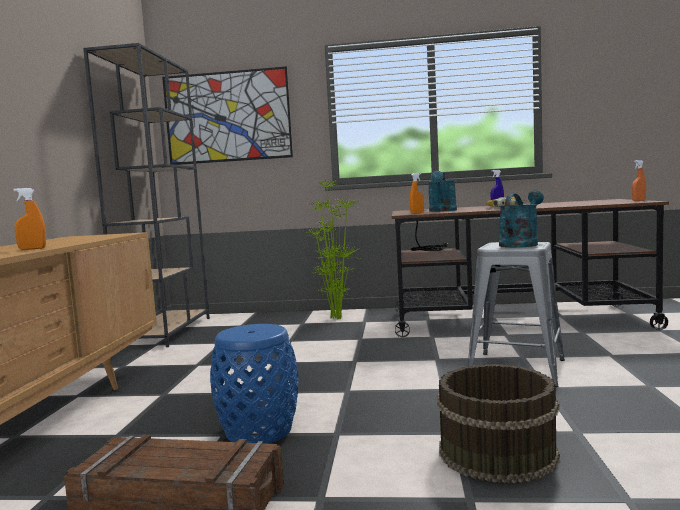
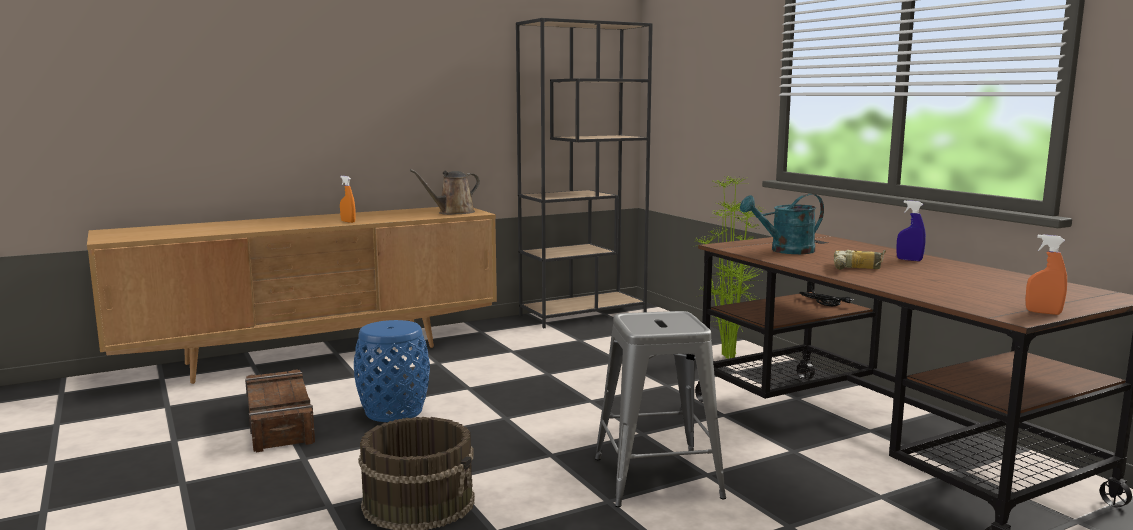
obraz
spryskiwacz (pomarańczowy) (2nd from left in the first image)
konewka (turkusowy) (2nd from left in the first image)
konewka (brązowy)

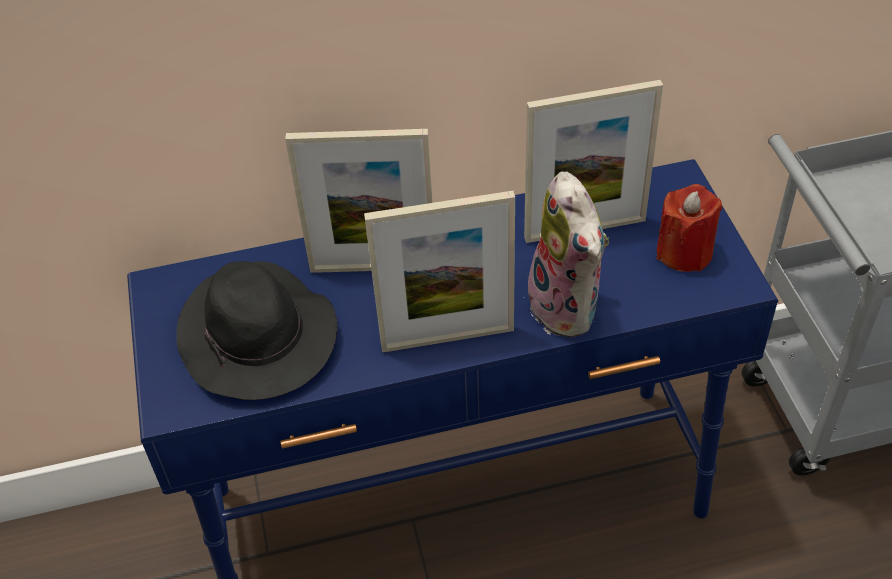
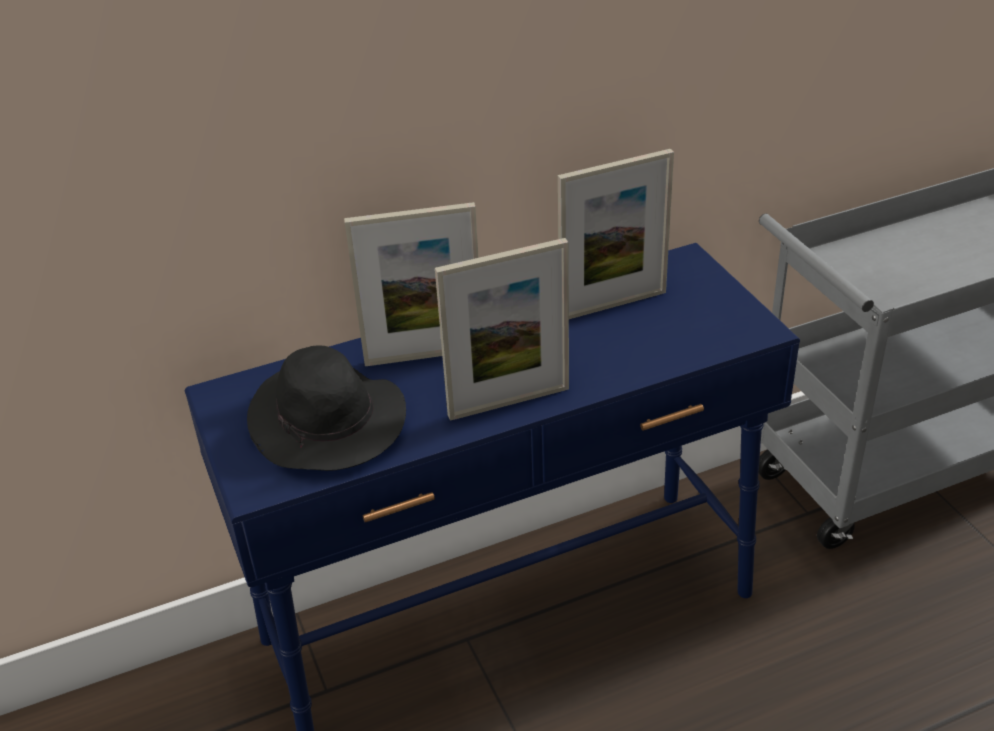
pluszak
świeca (czerwony)

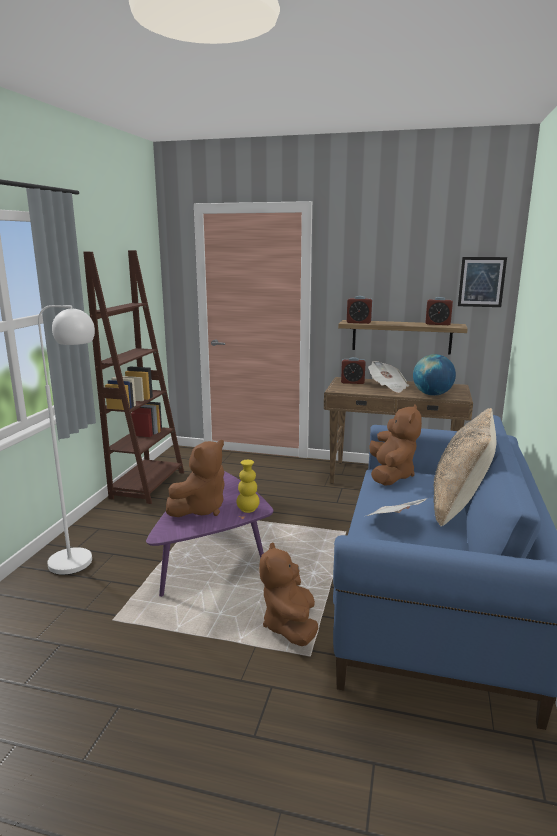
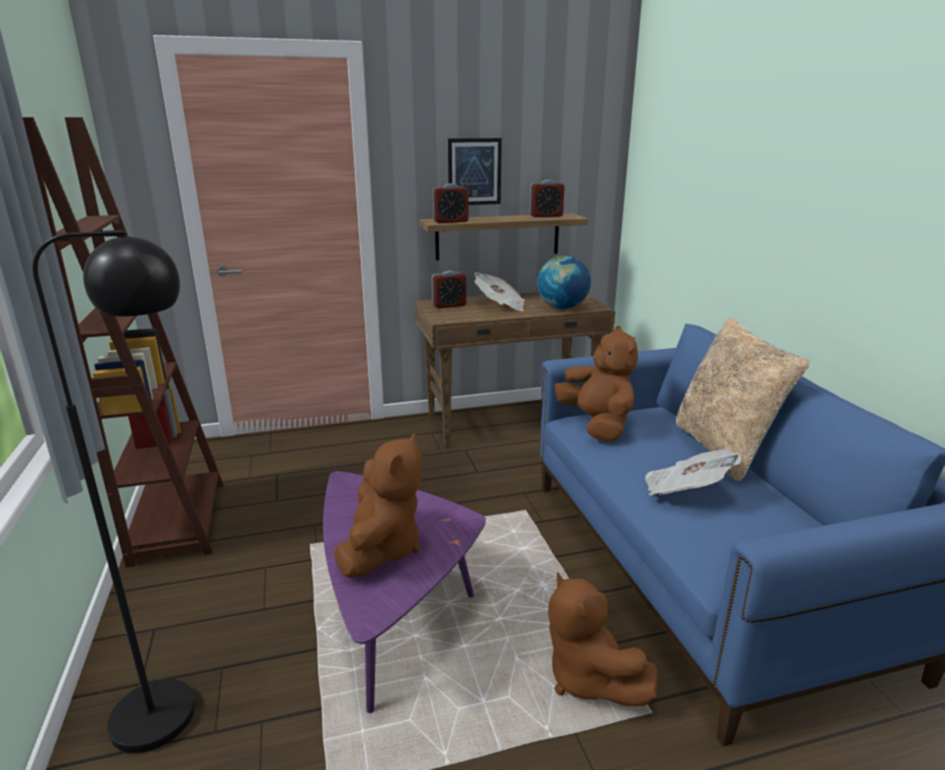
lampa stojąca (czarny)
wazon (żółty)
obraz

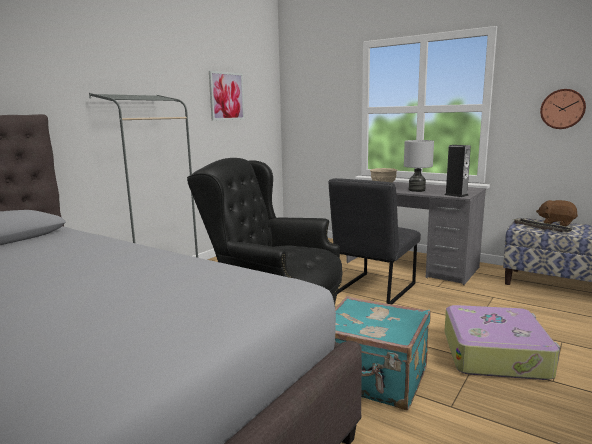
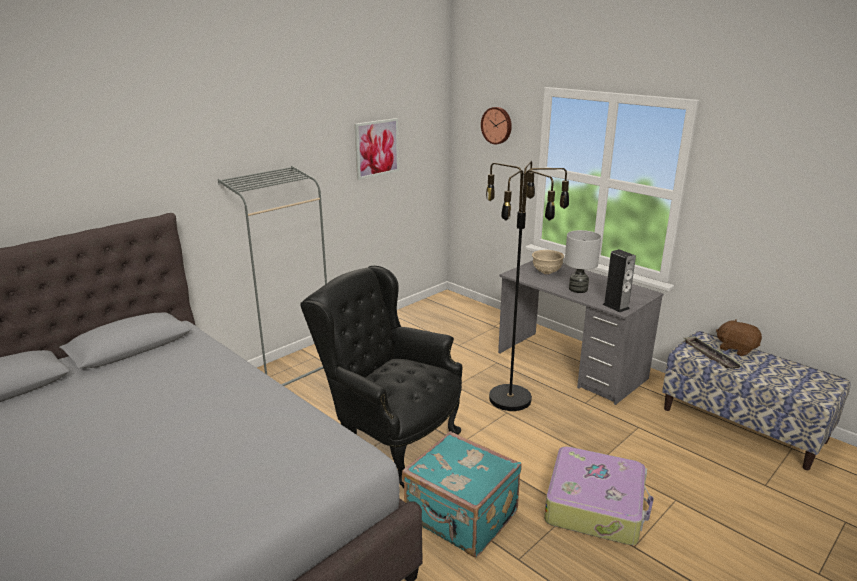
lampa stojąca
zegar ścienny

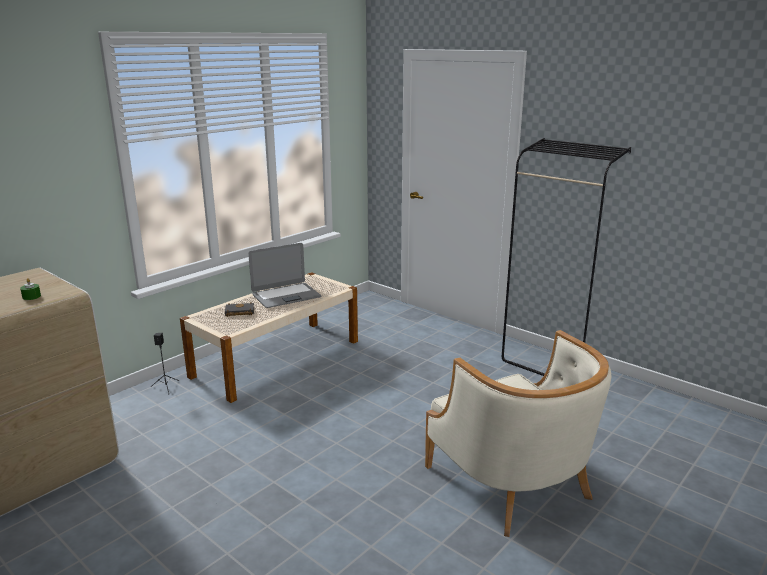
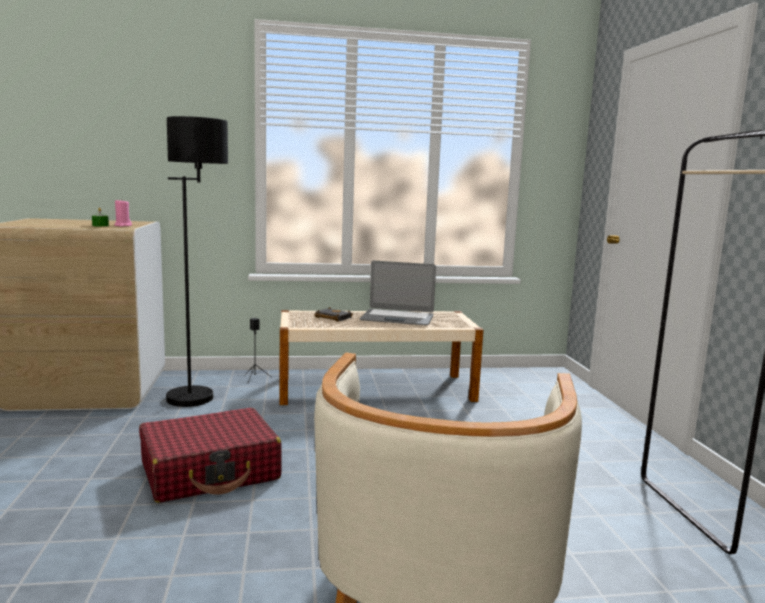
świeca (różowy)
walizka (czerwony)
lampa stojąca (czarny)

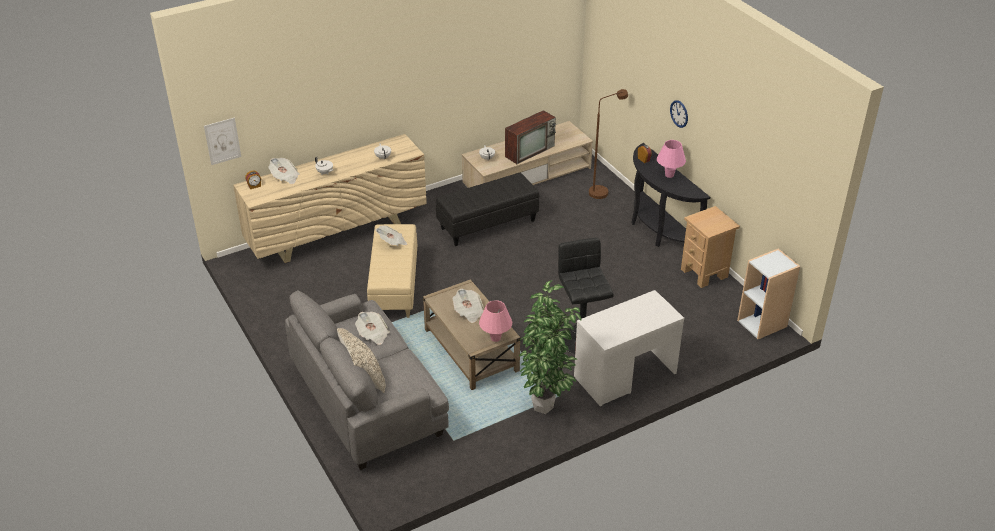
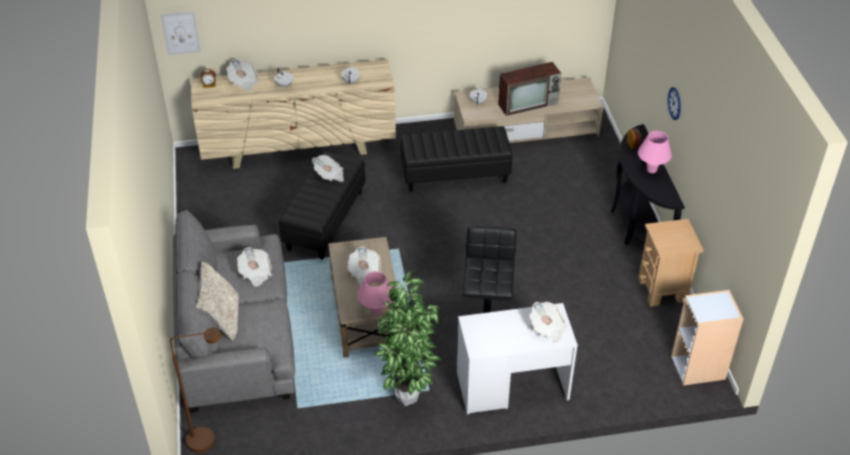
pufa (czarny) (1st from left)
lampa stojąca (brązowy)
gazeta (5th from left)

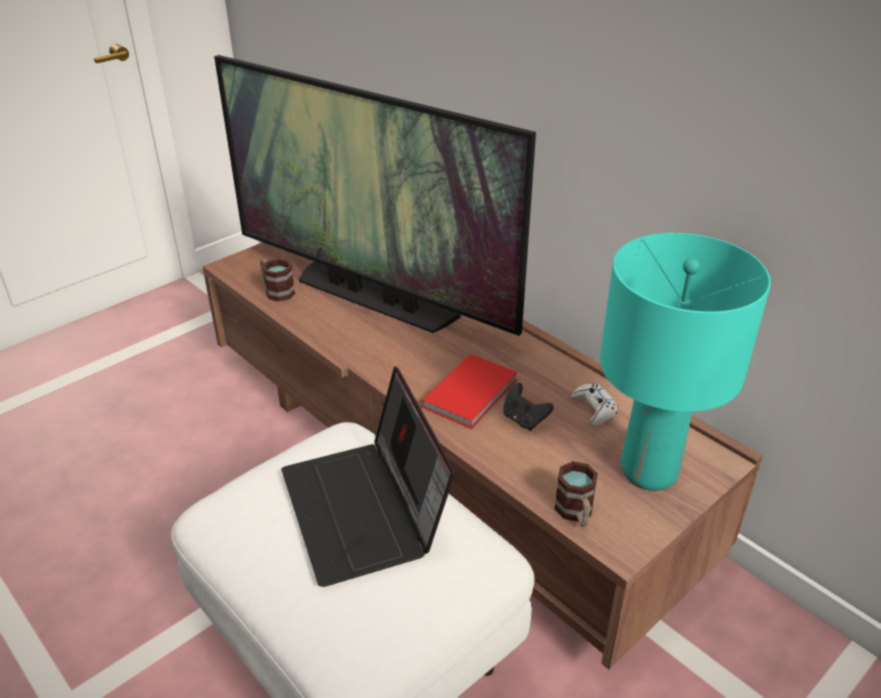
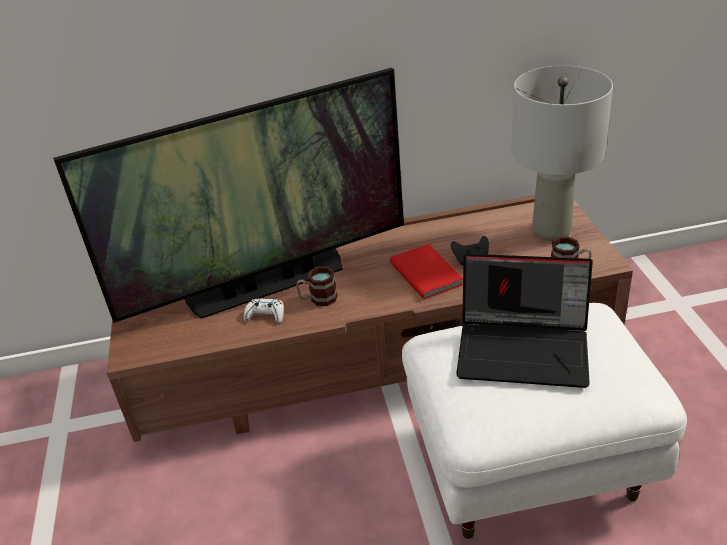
kubek (1st from left)
pad do gier (biały)
lampa stołowa (szary)

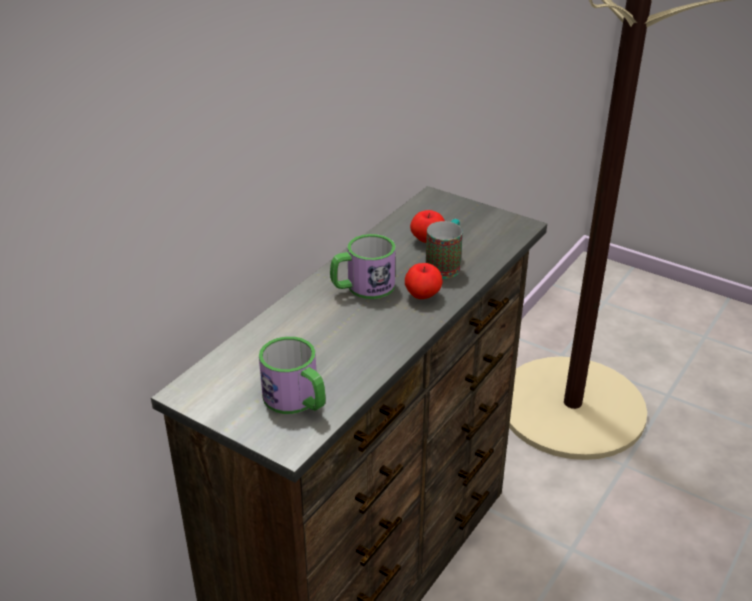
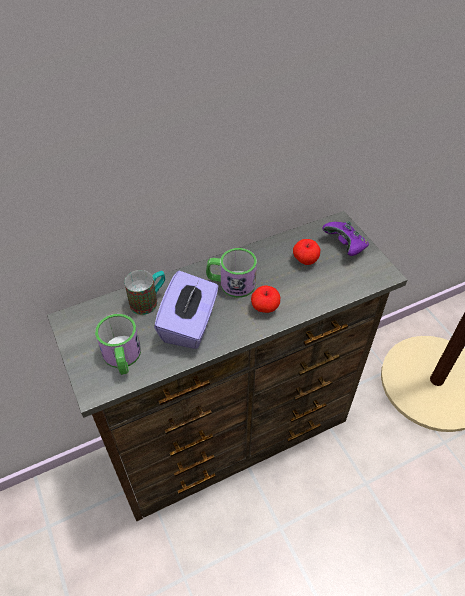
kubek (2nd from left)
pudełko chusteczek (fioletowy)
pad do gier (fioletowy)

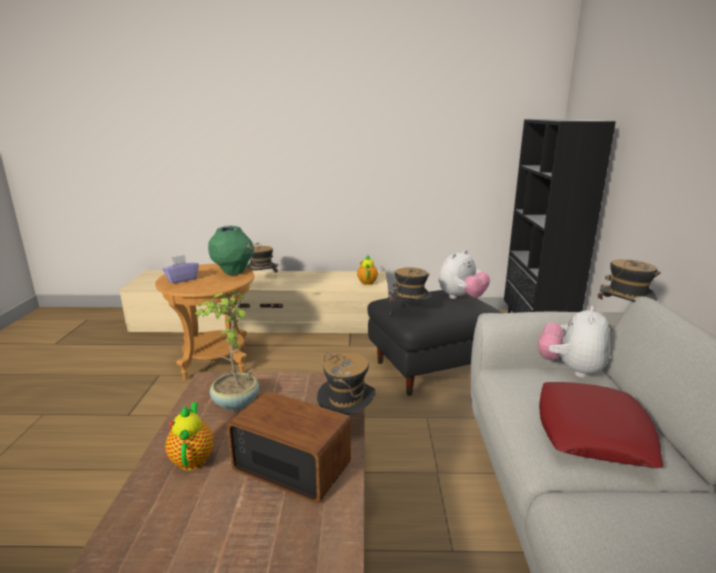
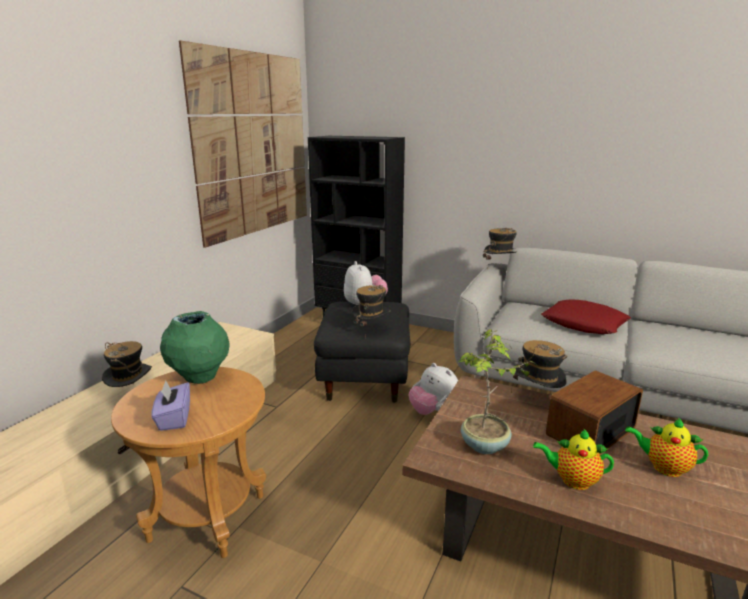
imbryk (2nd from left)
pluszak (2nd from left)
obraz

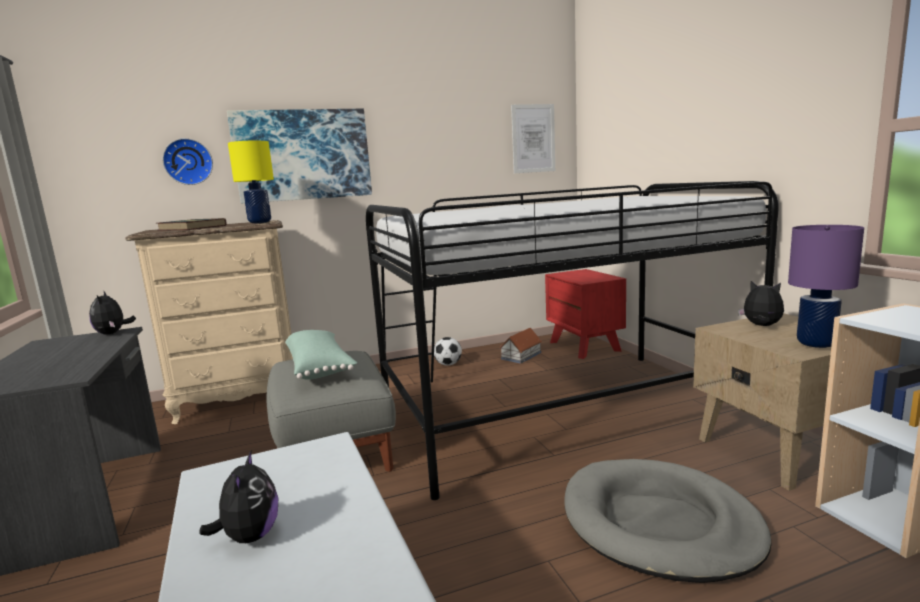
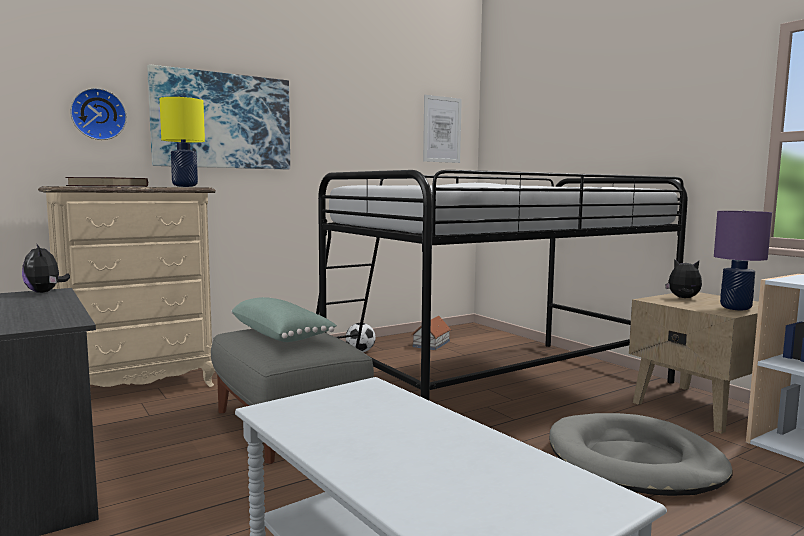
pluszak (2nd from left in the first image)
szafka nocna (czerwony)

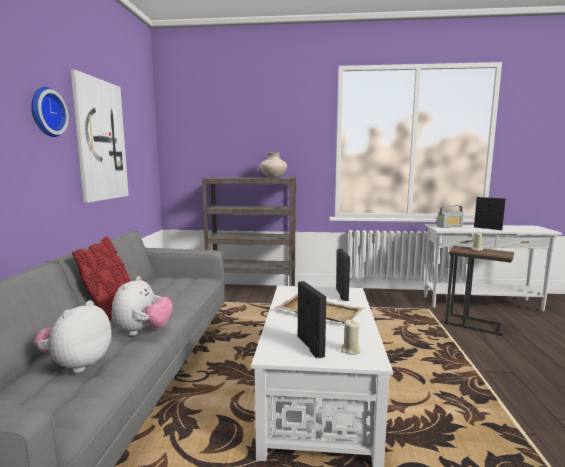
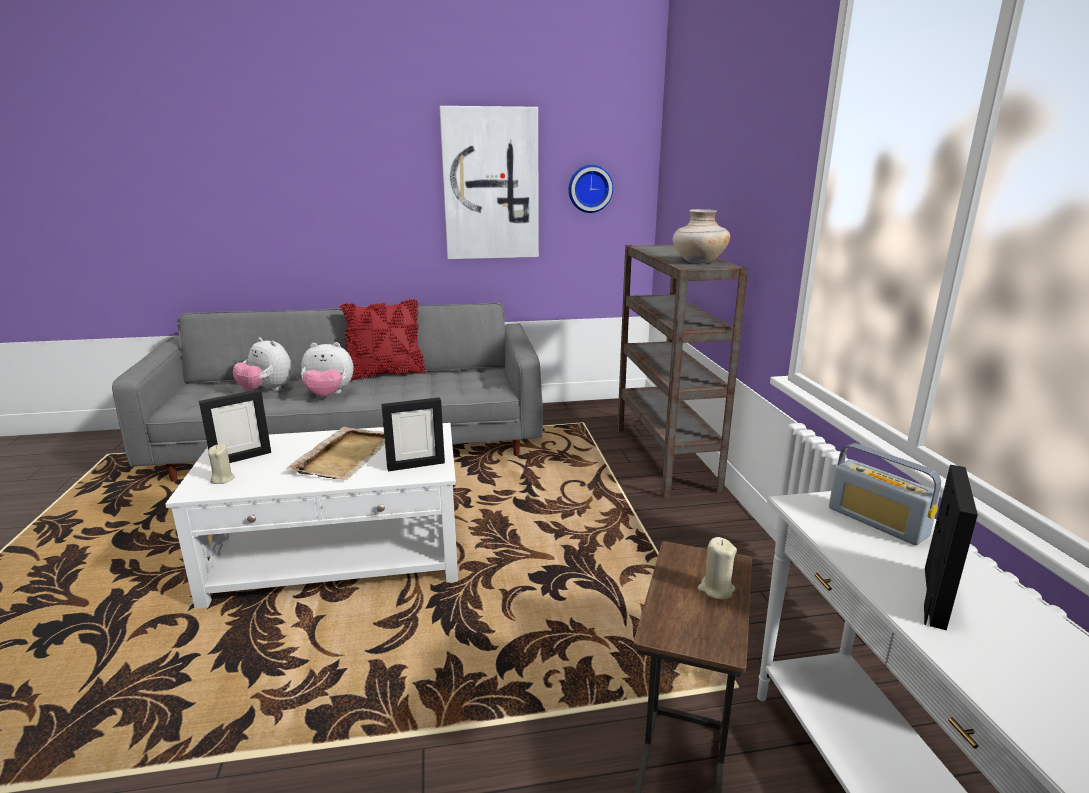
zegar ścienny
pluszak (1st from left)

